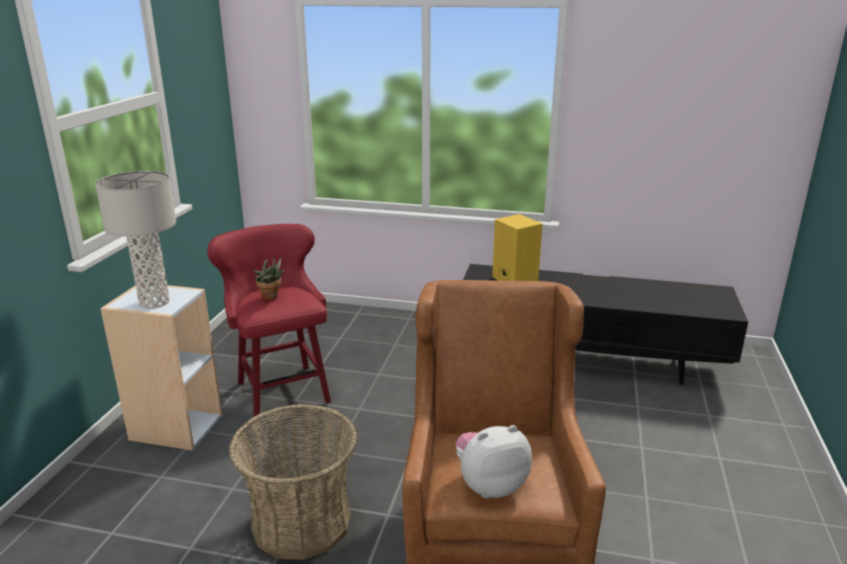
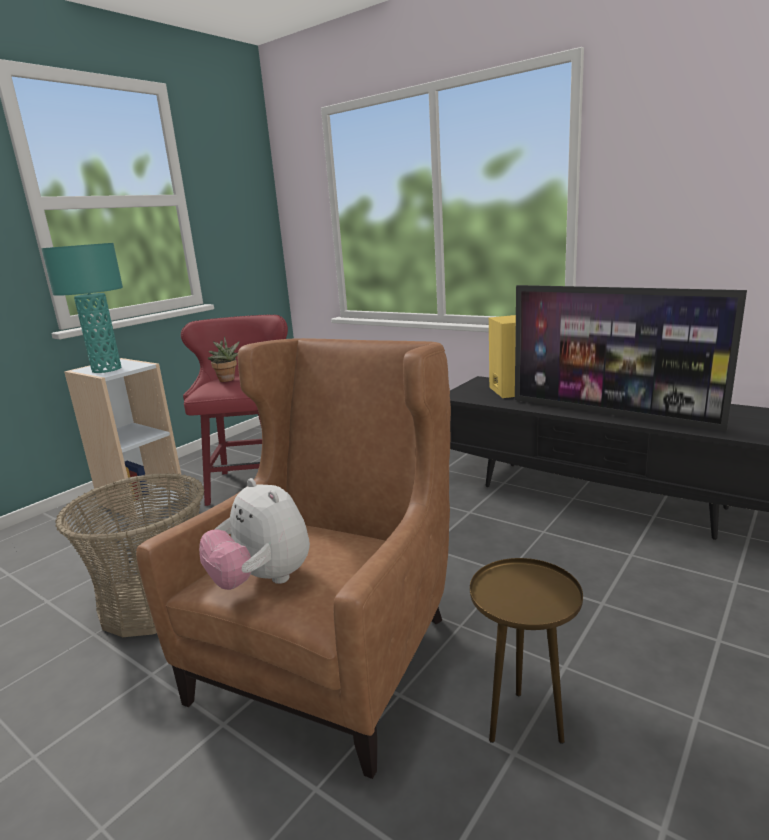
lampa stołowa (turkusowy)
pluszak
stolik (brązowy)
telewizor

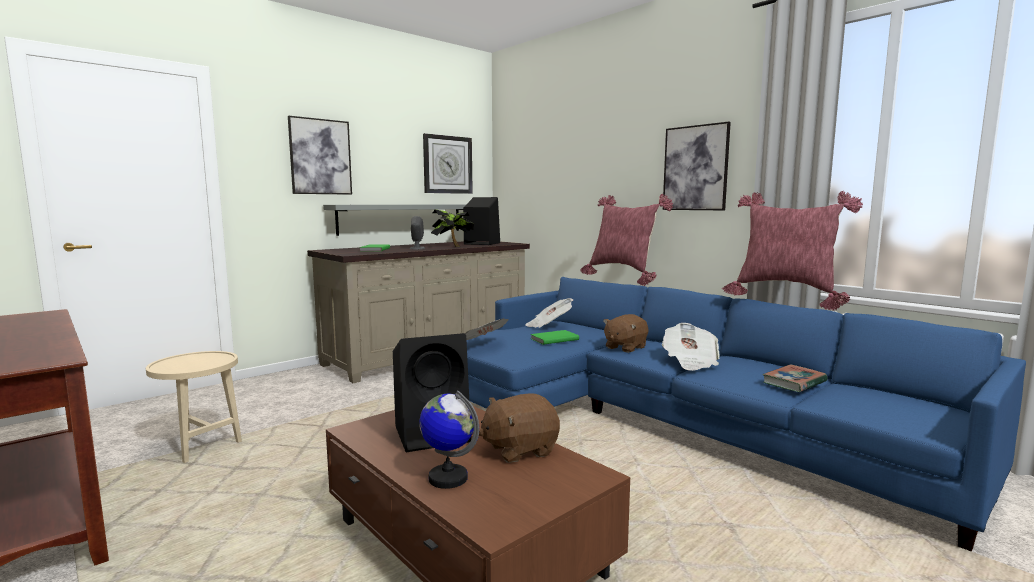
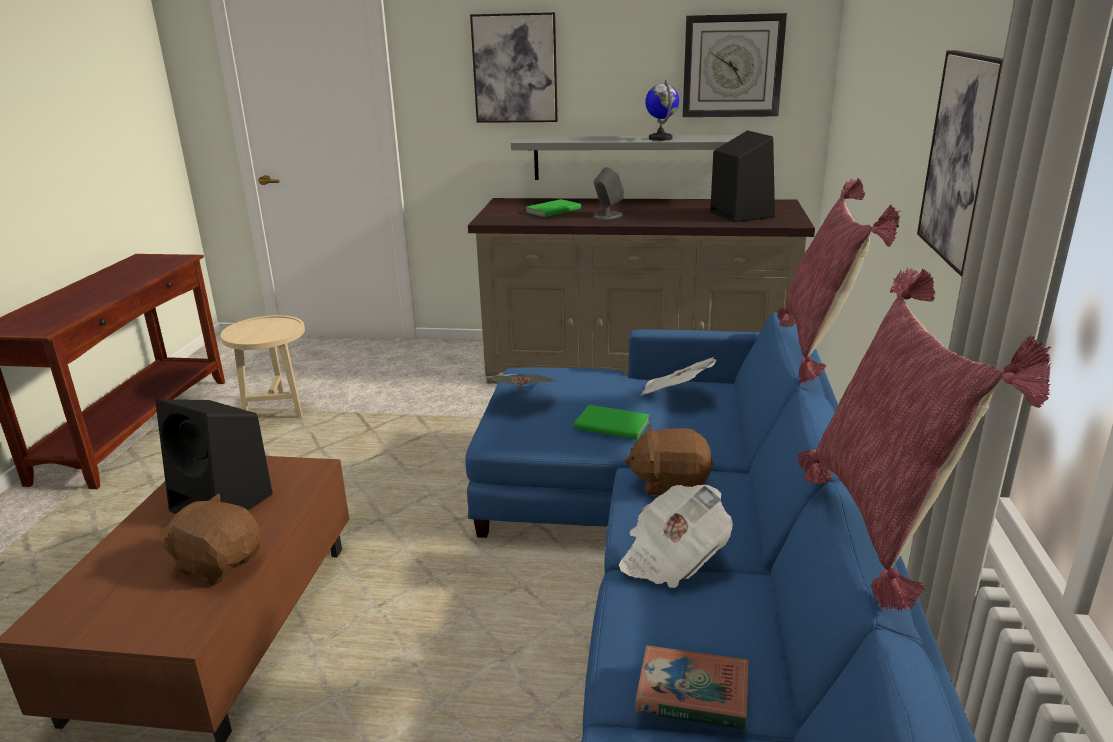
globus
roślina doniczkowa

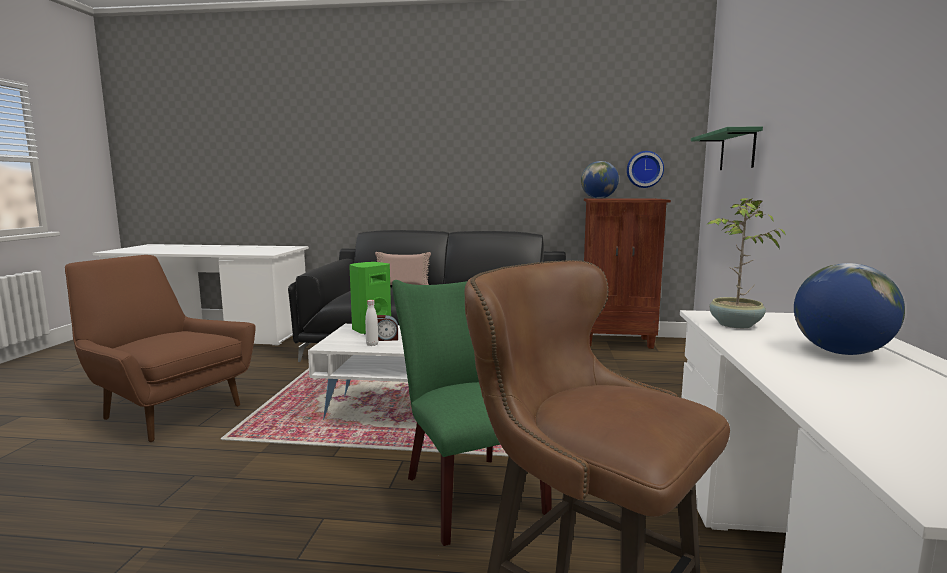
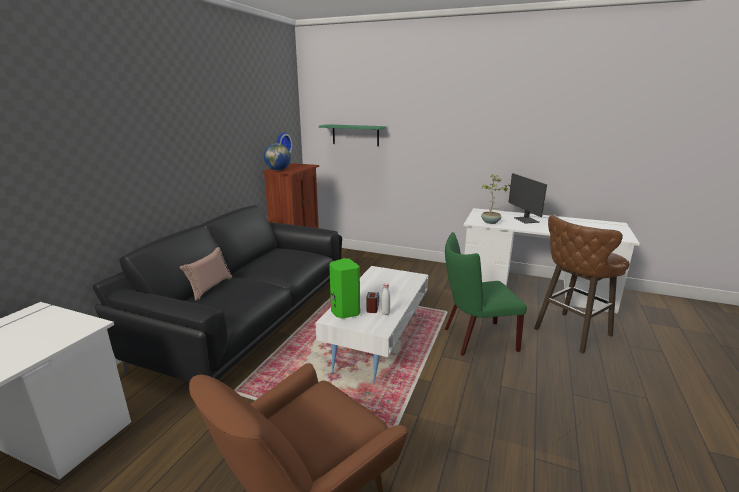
monitor

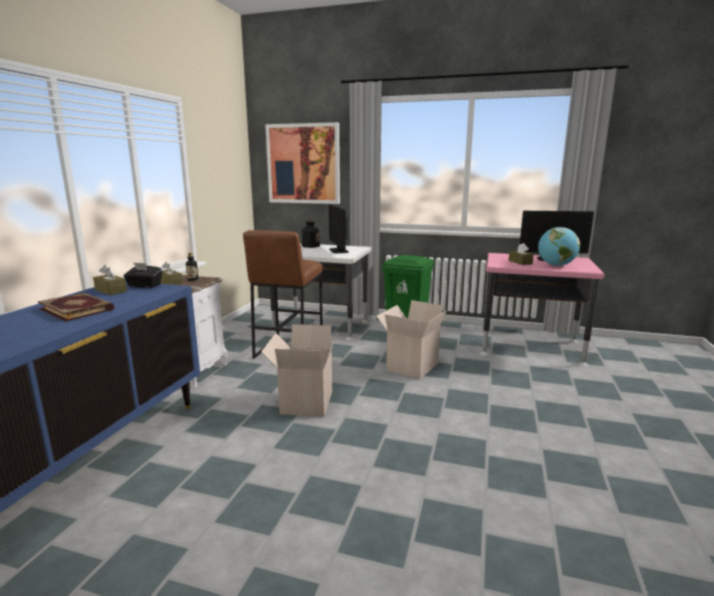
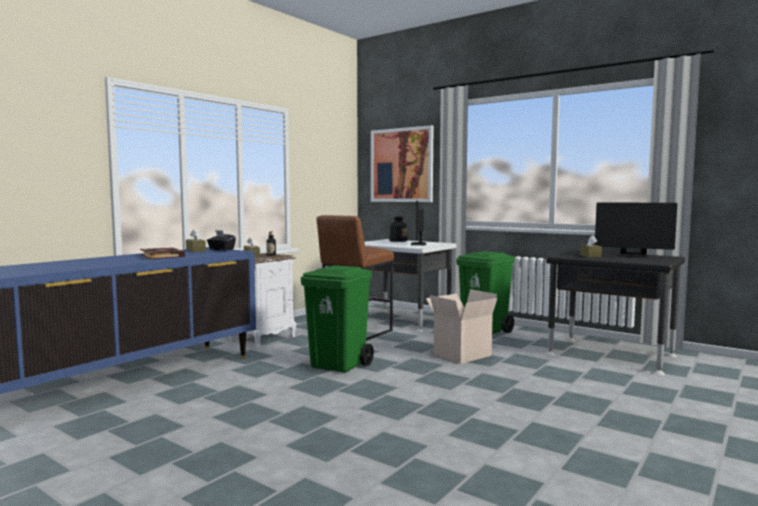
kosz na śmieci (zielony) (1st from left)
biurko (czarny)
globus

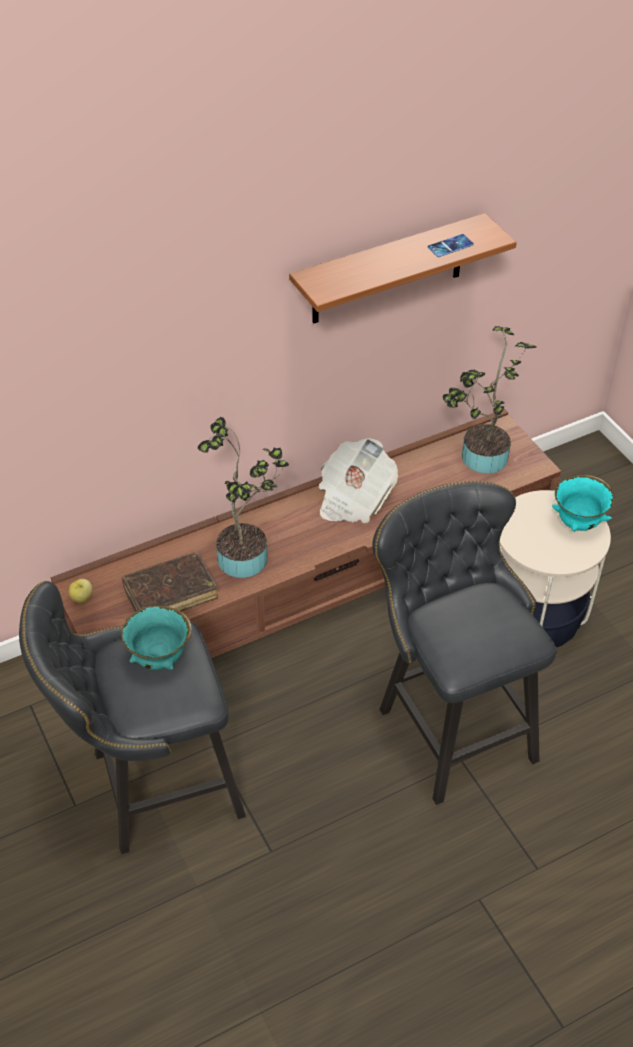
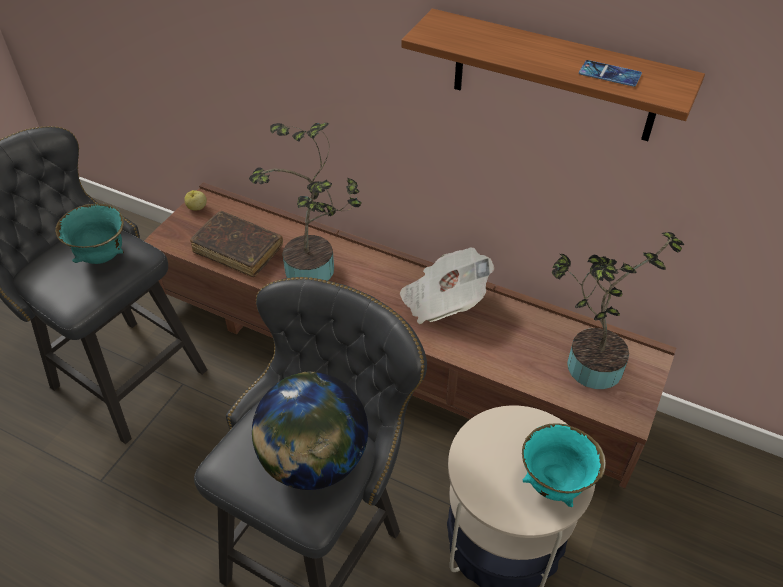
globus

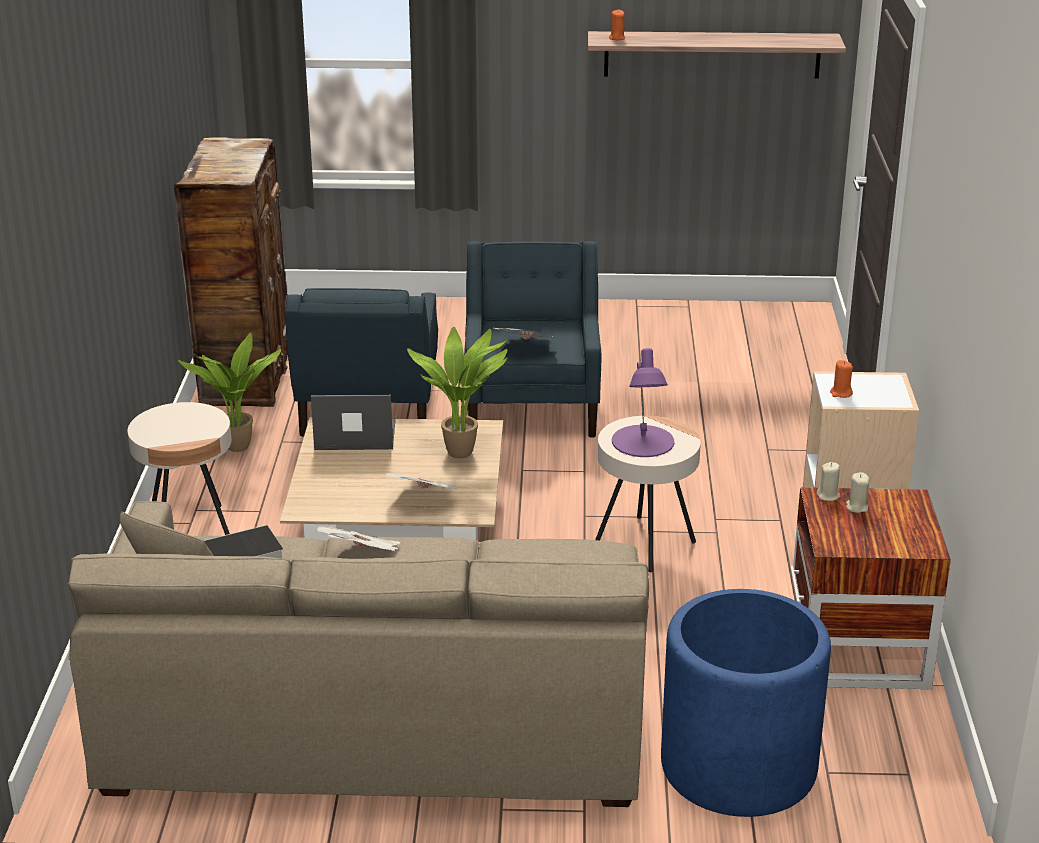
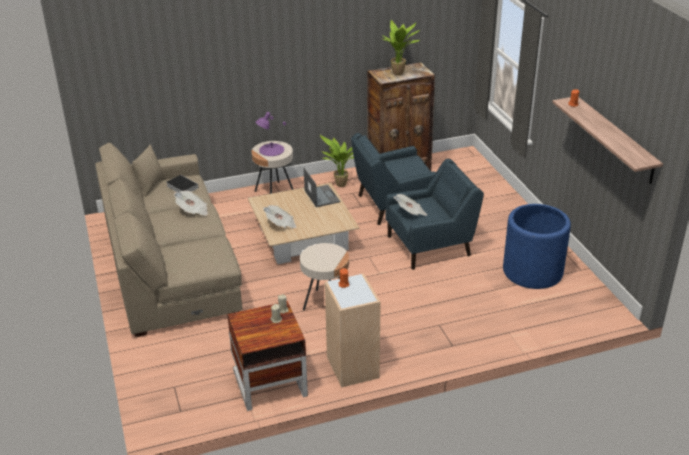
roślina doniczkowa (2nd from left)
lampa stołowa (fioletowy)
donica (niebieski)

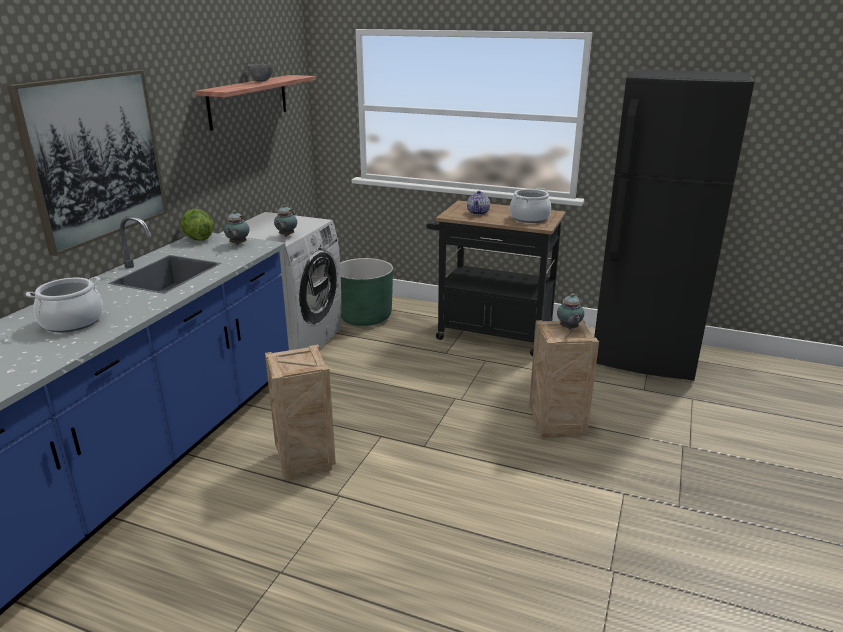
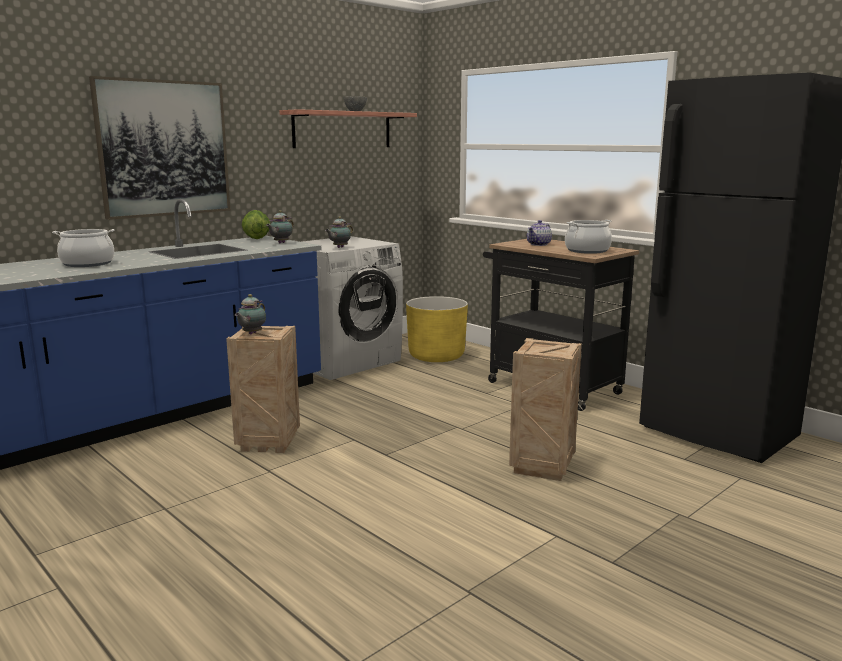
donica (żółty)
imbryk (1st from left)

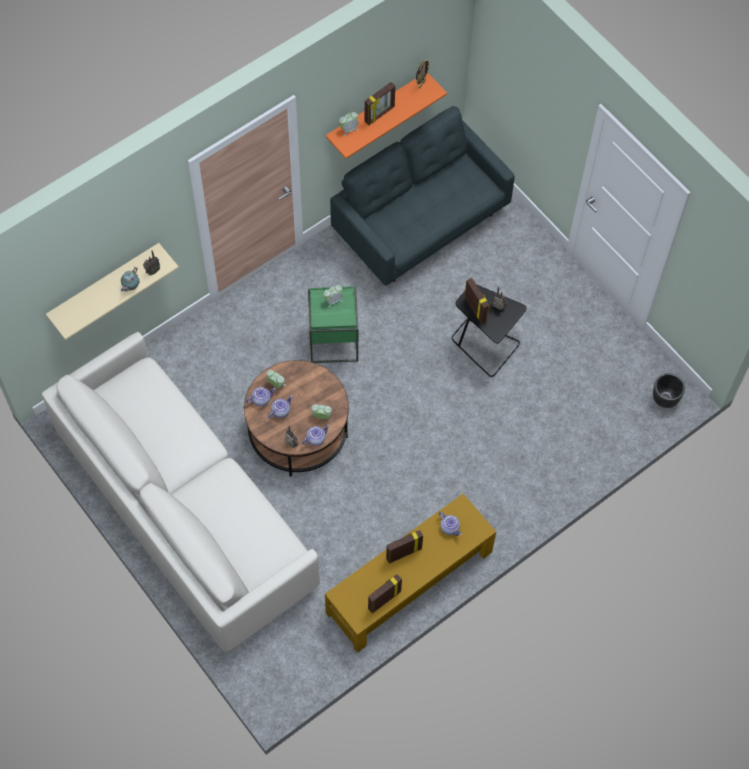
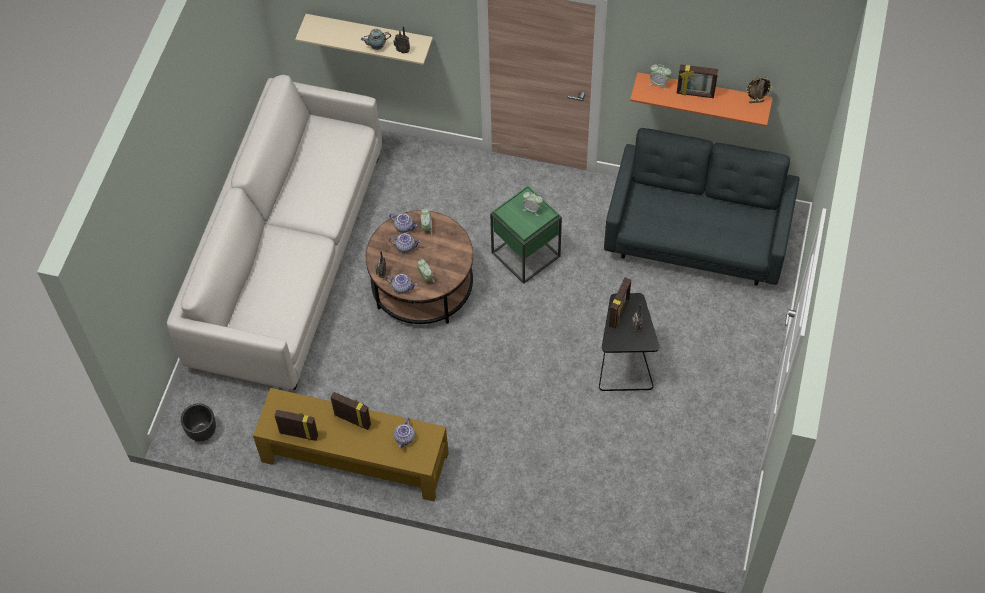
donica (czarny)

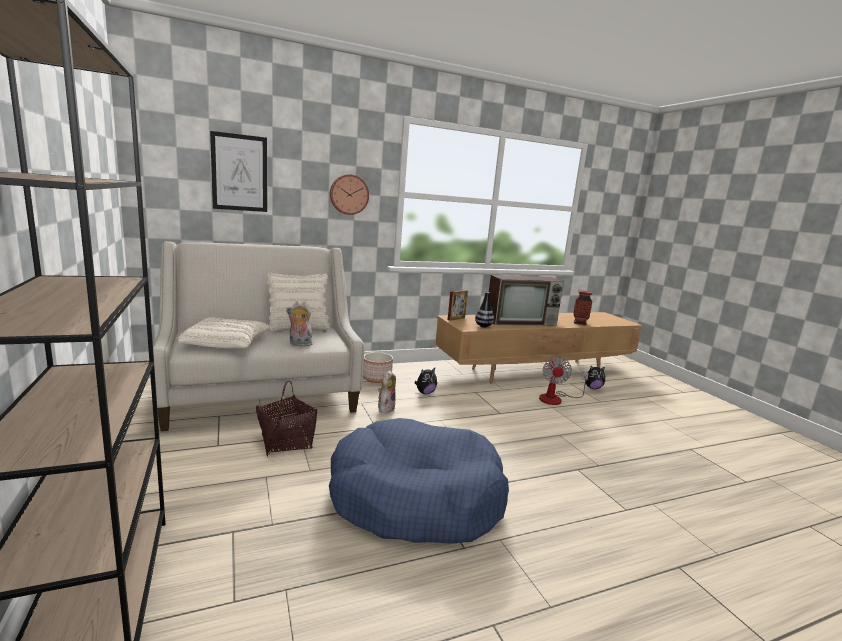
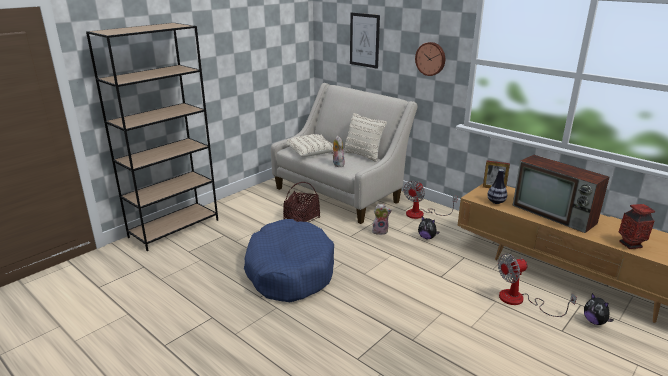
wentylator (1st from left)

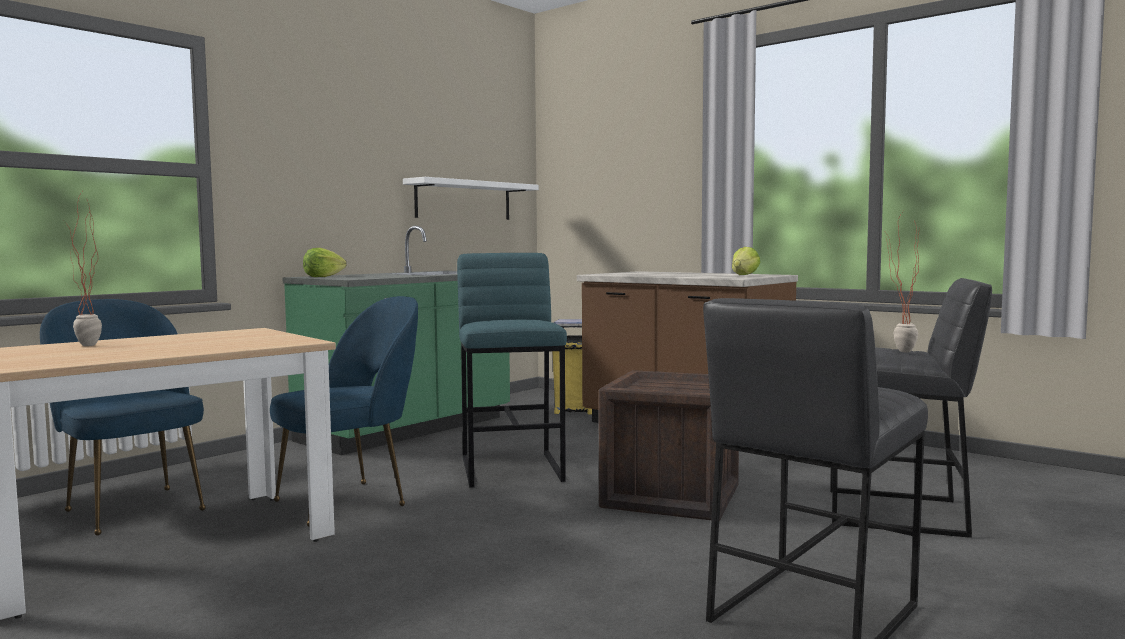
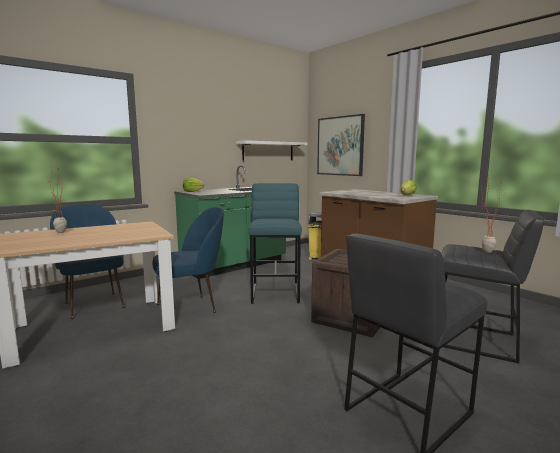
obraz

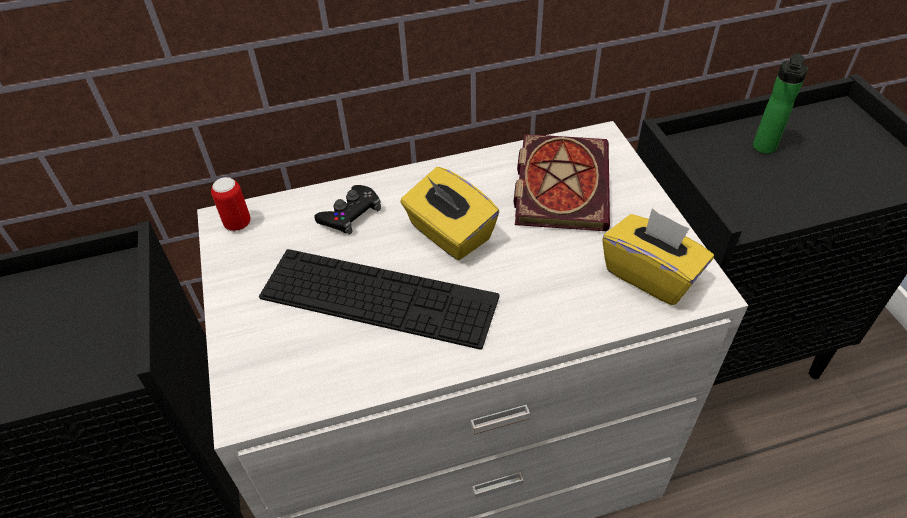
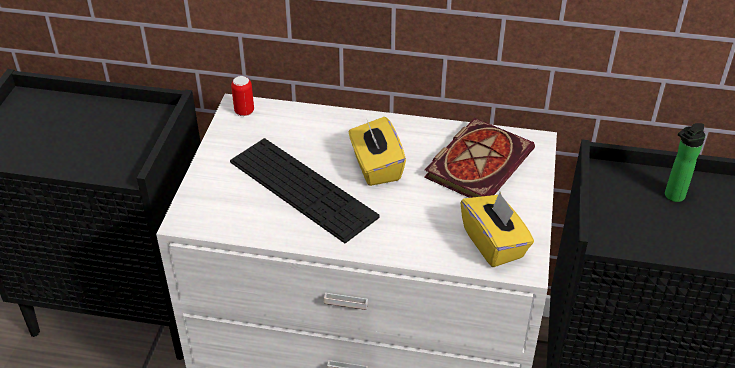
pad do gier (czarny)

